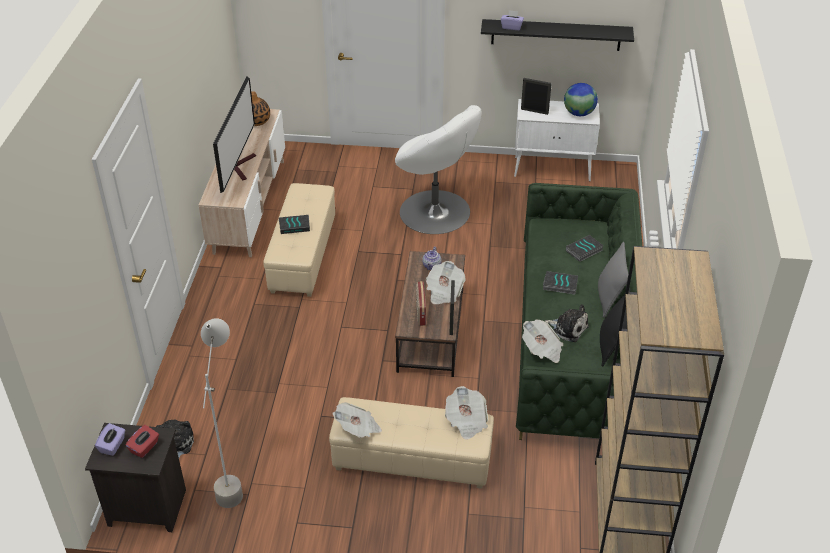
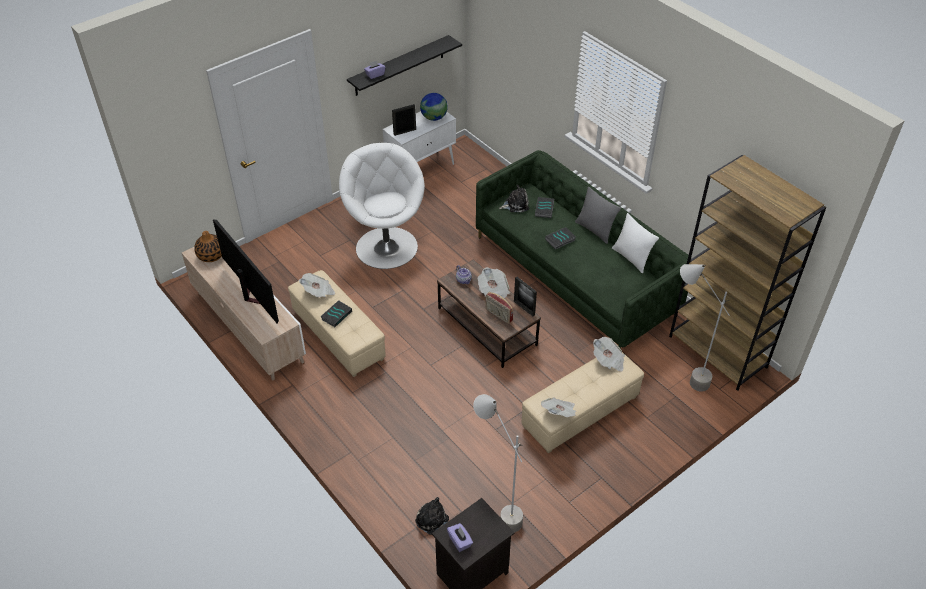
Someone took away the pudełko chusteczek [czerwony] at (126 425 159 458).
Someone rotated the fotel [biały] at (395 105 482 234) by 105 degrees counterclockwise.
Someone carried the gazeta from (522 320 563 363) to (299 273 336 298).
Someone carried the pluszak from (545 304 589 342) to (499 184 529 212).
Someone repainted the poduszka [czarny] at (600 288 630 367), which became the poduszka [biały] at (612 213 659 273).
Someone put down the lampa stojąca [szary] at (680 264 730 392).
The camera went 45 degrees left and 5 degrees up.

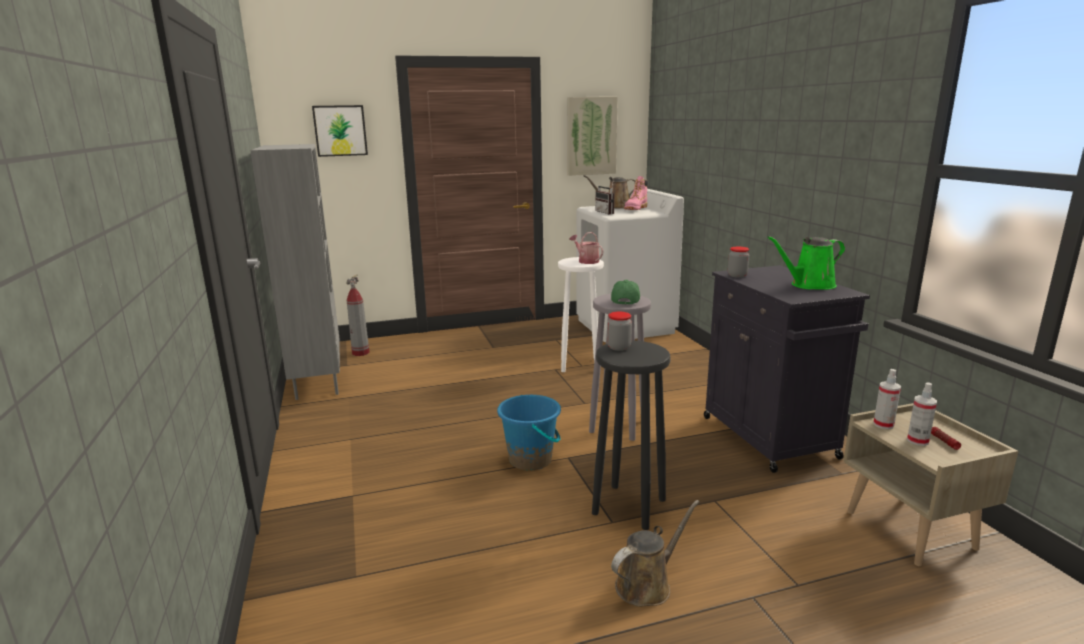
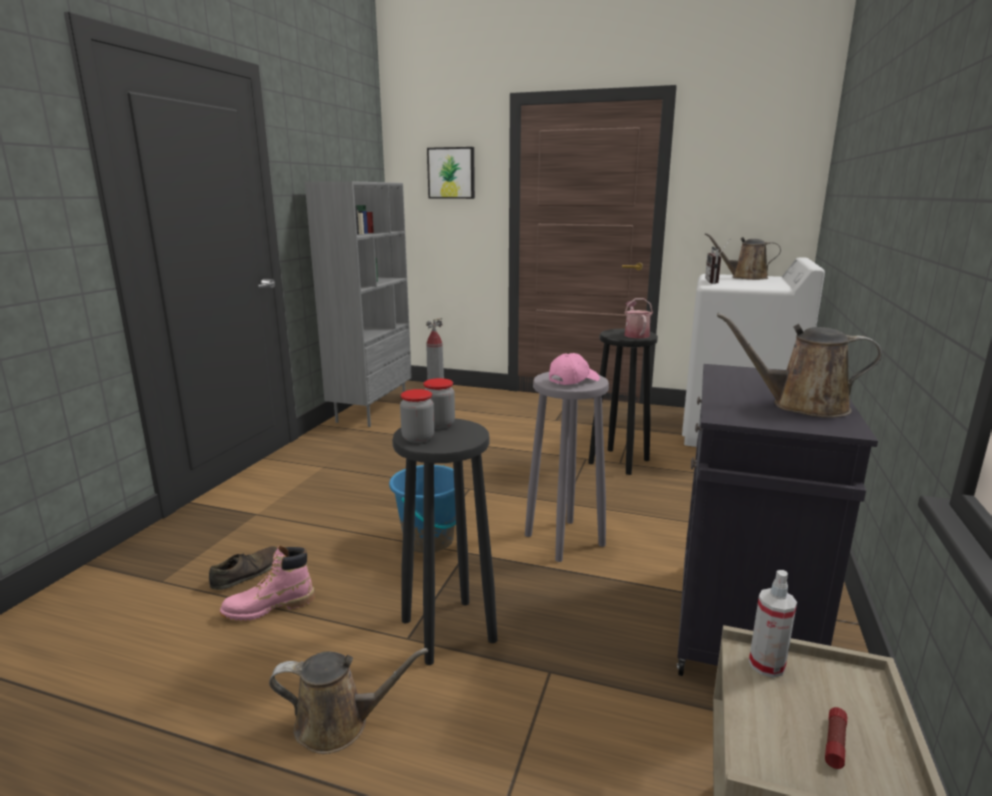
Someone repainted the stołek [biały] at (558 257 604 372), which became the stołek [czarny] at (588 329 658 475).
Someone took away the obraz at (567 97 618 176).
Someone repainted the czapka z daszkiem [zielony] at (611 280 640 305), which became the czapka z daszkiem [różowy] at (549 353 600 385).
Someone carried the but z cholewką [różowy] from (624 176 648 210) to (220 545 315 621).
Someone carried the słoik from (728 247 750 278) to (400 389 435 443).
Someone repainted the konewka [zielony] at (767 236 845 290), which became the konewka [brązowy] at (717 313 882 418).
Someone took away the spryskiwacz at (907 382 937 446).
Someone put down the but [brązowy] at (209 546 277 590).
The camera went 35 degrees right and 0 degrees up.

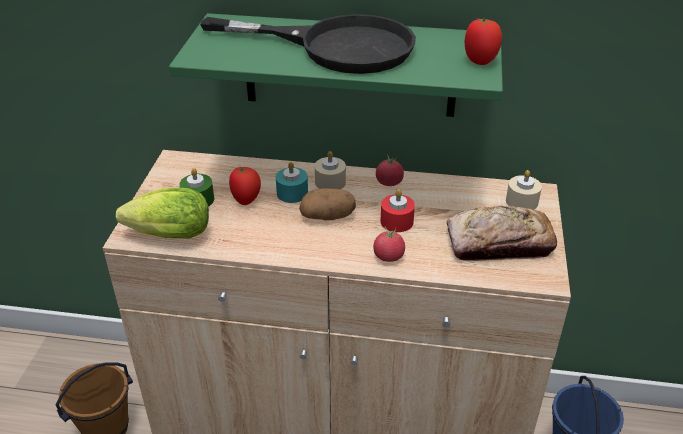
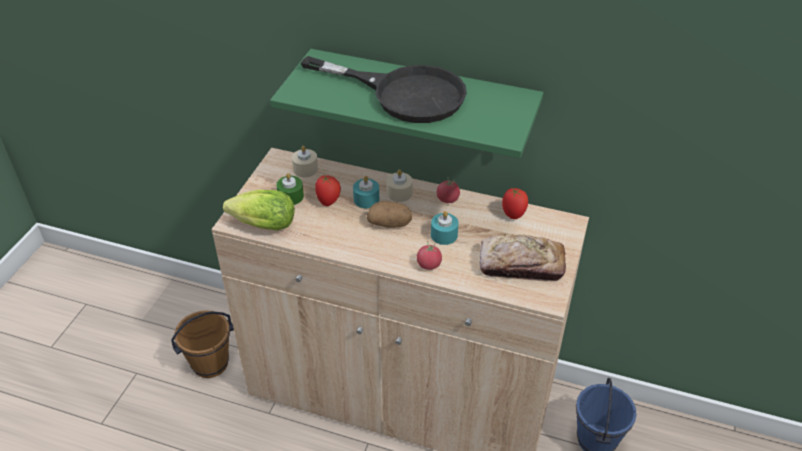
Someone repainted the świeca [czerwony] at (380 189 415 232), which became the świeca [turkusowy] at (431 211 459 245).
Someone carried the pomidor from (465 18 502 65) to (502 187 528 219).
Someone carried the świeca [beżowy] from (506 170 542 210) to (292 146 318 177).
The camera went 10 degrees right and 5 degrees up.

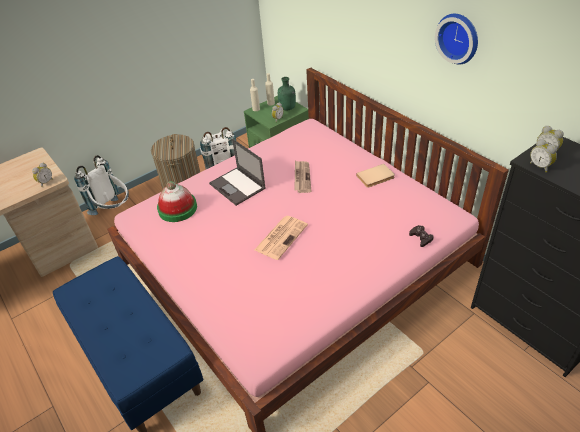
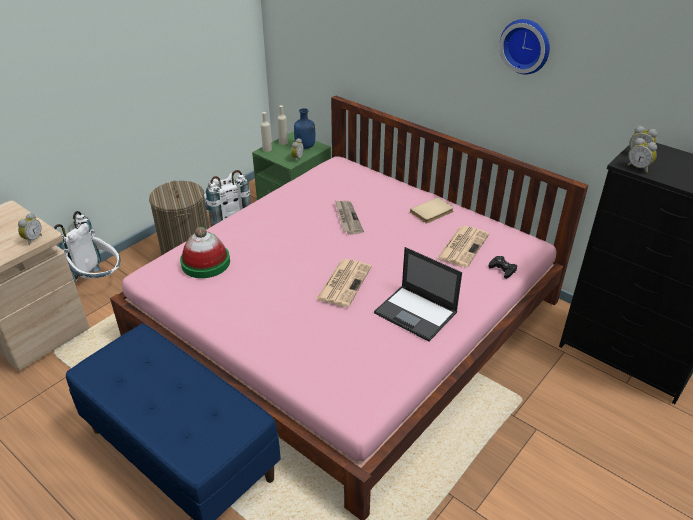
Someone carried the laptop from (209 139 266 206) to (374 247 462 341).
Someone repainted the butelka [zielony] at (278 77 296 110), which became the butelka [niebieski] at (294 108 315 149).
Someone put down the gazeta at (437 226 489 268).
The camera went 15 degrees left and 5 degrees down.

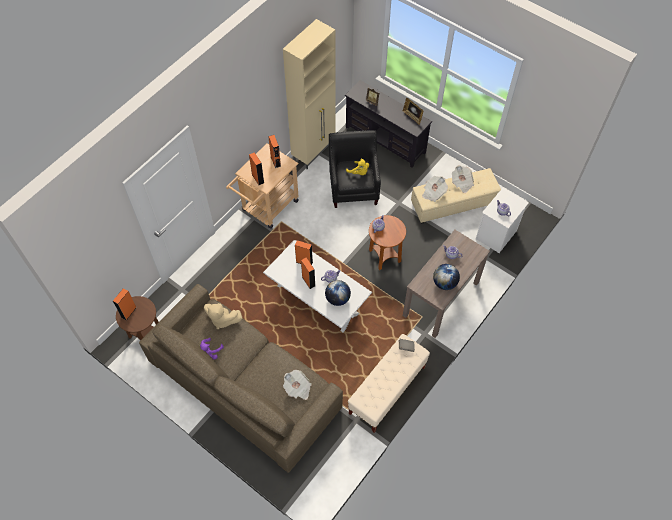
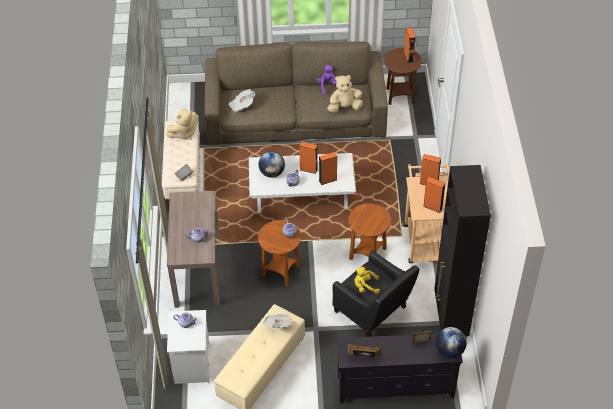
Someone repainted the szafka [beżowy] at (283 19 336 169), which became the szafka [czarny] at (434 165 491 339).
Someone carried the globus from (433 264 460 290) to (435 327 467 358).
Someone took away the gazeta at (452 165 474 193).
Someone put down the pluszak [beżowy] at (166 109 199 140).
Someone put down the stolik [brązowy] at (348 203 391 260).
The camera went 140 degrees right and 10 degrees down.

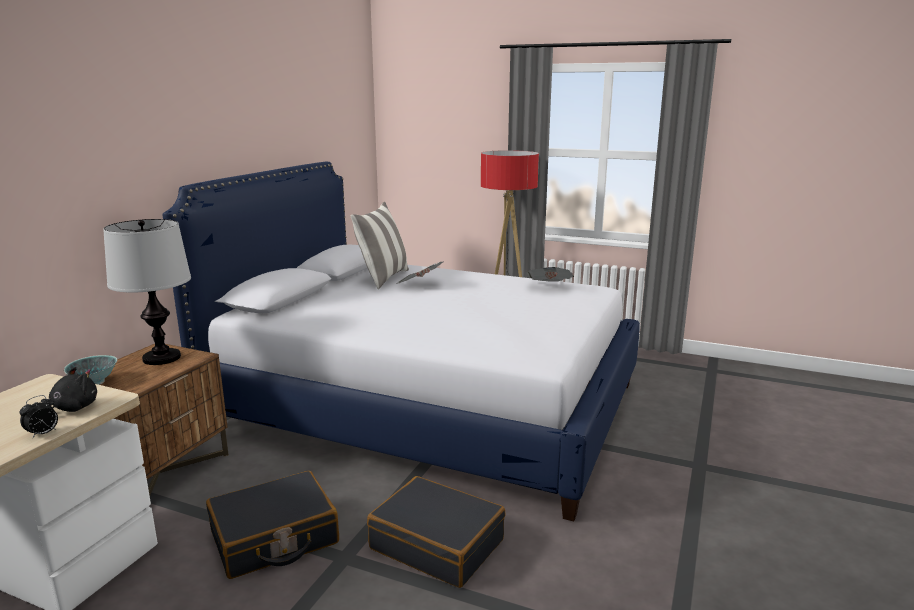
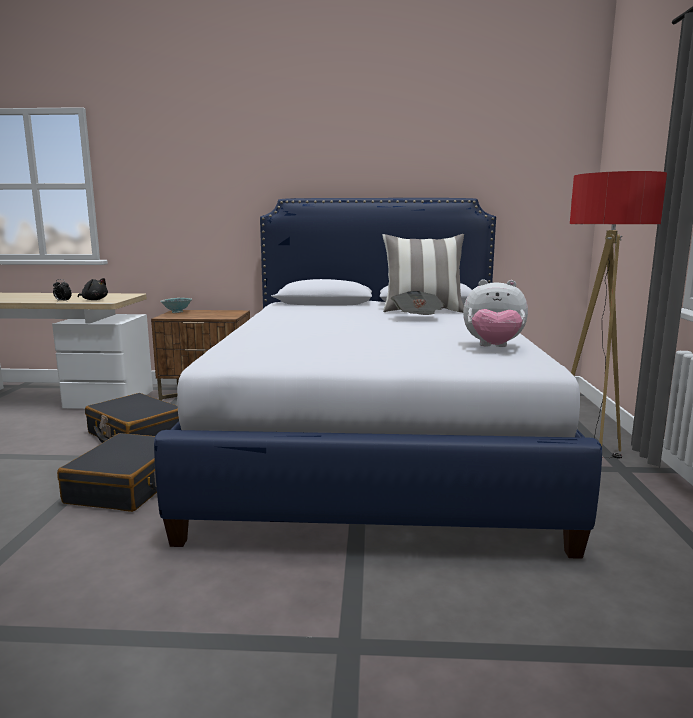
Someone took away the lampa stołowa at (103 219 191 365).
Someone swapped the gazeta at (526 267 574 282) for the pluszak at (463 279 528 347).
The camera went 70 degrees right and 5 degrees down.

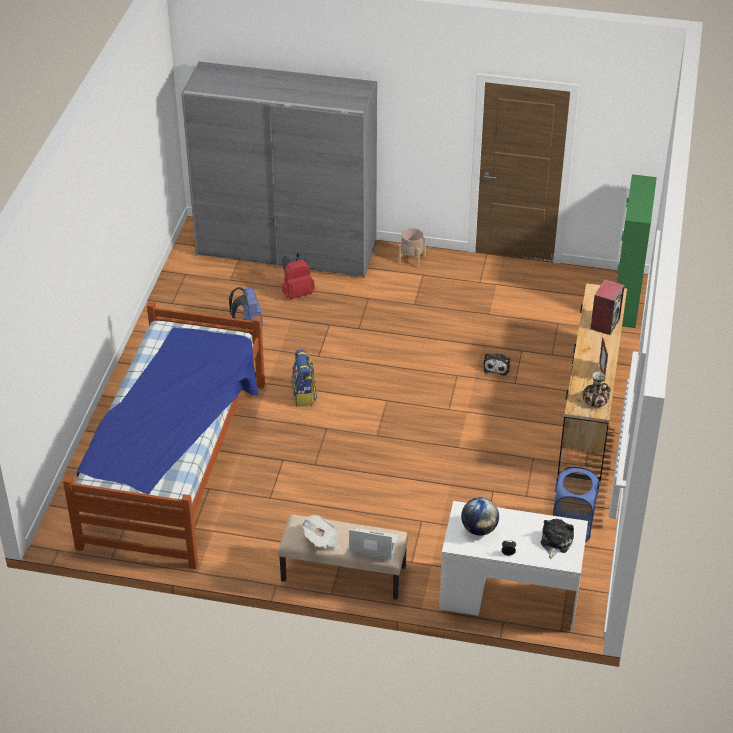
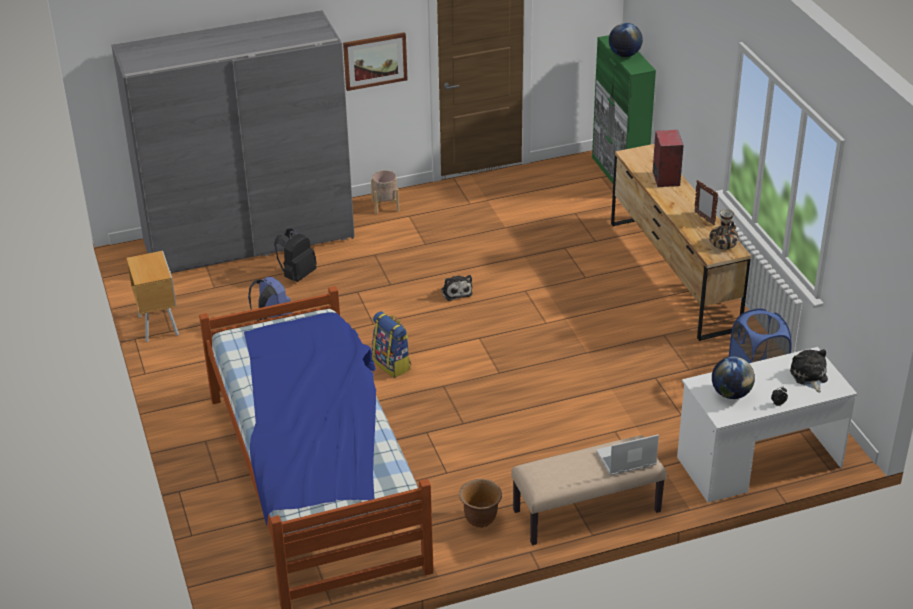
Someone repainted the plecak [czerwony] at (282 253 315 299), which became the plecak [czarny] at (274 228 317 282).
Someone took away the gazeta at (301 515 340 549).
Someone carried the pluszak from (483 353 510 376) to (441 275 472 301).
Someone put down the szafka nocna [brązowy] at (127 251 179 342).
Someone put up the obraz at (343 32 408 91).
Someone put down the donica [brązowy] at (459 479 502 528).
Someone put down the globus at (609 23 643 57).
The camera went 30 degrees left and 5 degrees down.

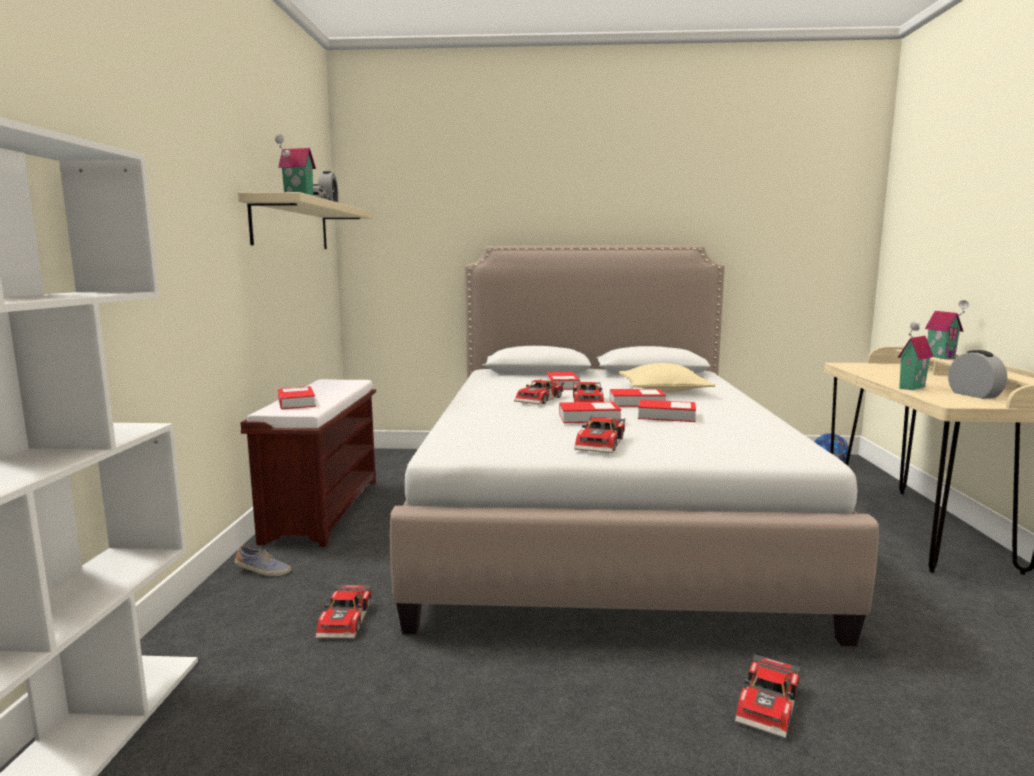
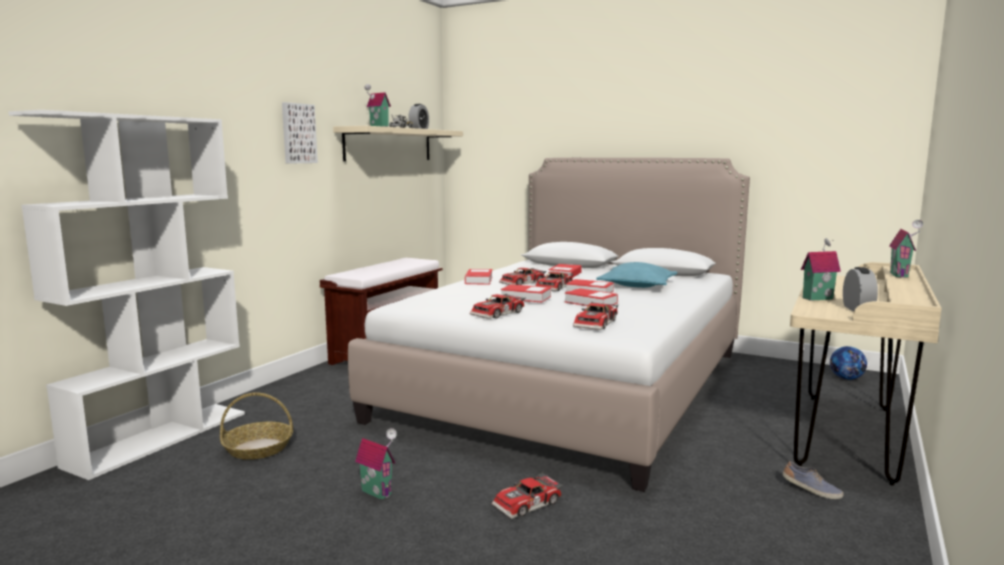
Someone carried the but from (235 546 291 576) to (782 461 844 499).
Someone carried the książka from (278 386 316 409) to (465 269 492 284).
Someone carried the samochodzik from (315 584 372 639) to (573 302 618 330).
Someone repainted the poduszka [beżowy] at (619 363 715 393), which became the poduszka [turkusowy] at (596 262 678 288).
Someone put down the koszyk at (220 392 293 460).
Someone put up the obraz at (282 102 318 163).
Someone put down the domek at (355 428 397 500).
The camera went 25 degrees right and 0 degrees up.

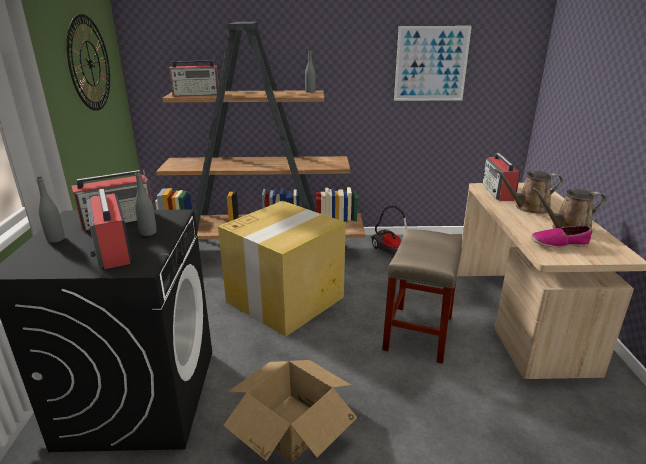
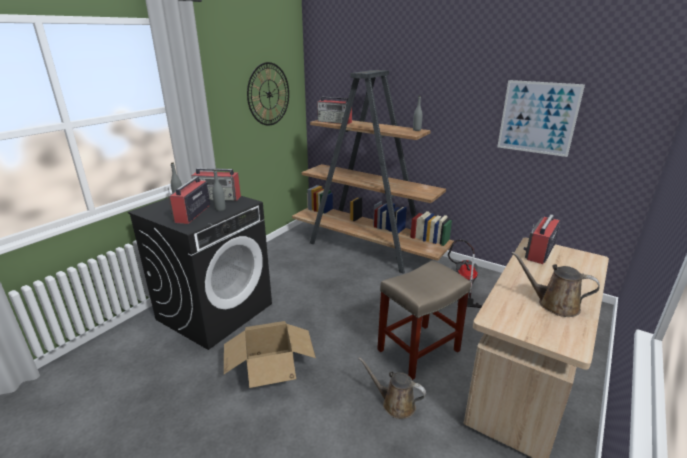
Someone took away the karton at (218 201 346 337).
Someone carried the konewka [brązowy] from (495 169 563 214) to (358 357 426 419).
Someone took away the but at (531 226 592 248).
The camera went 35 degrees right and 0 degrees up.

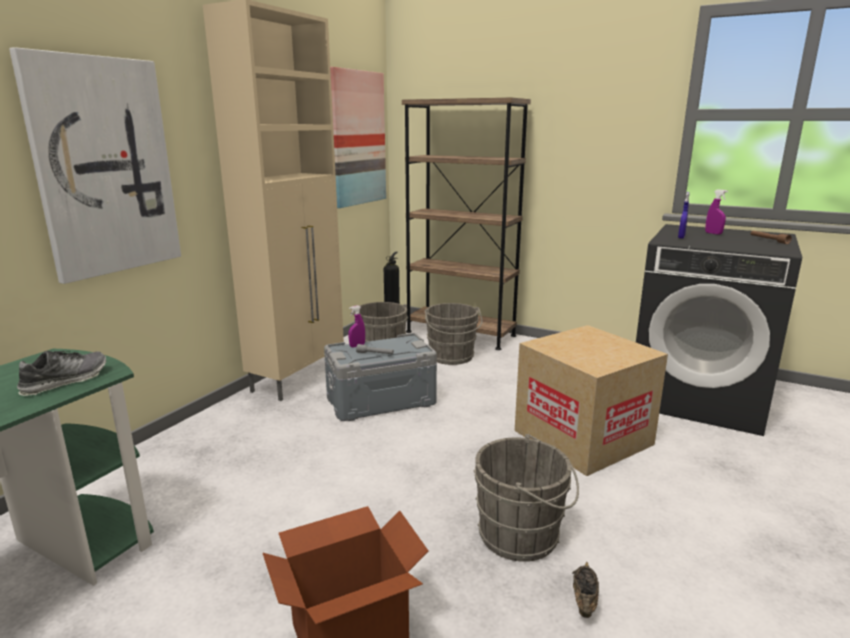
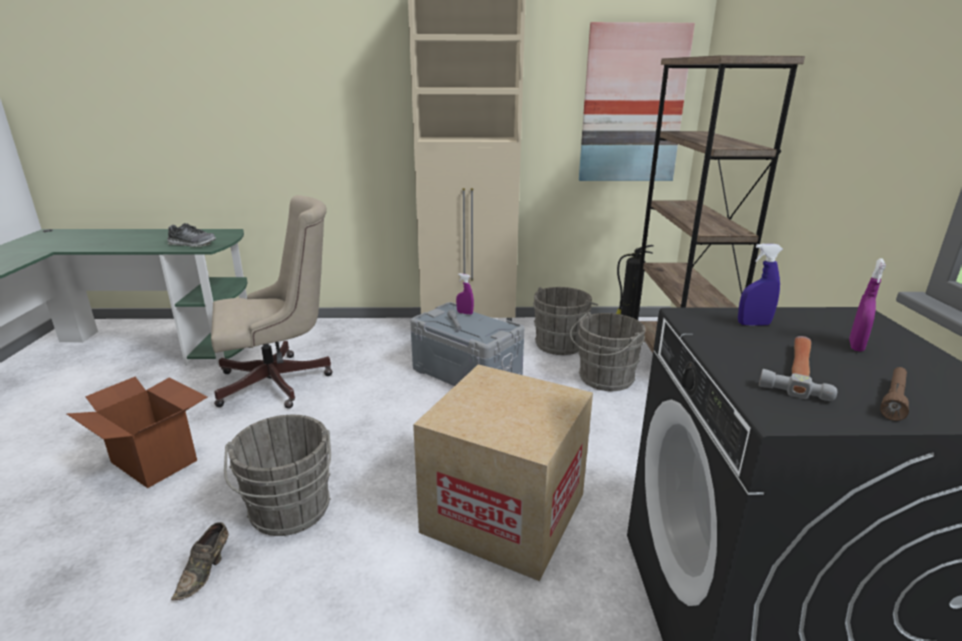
Someone took away the obraz at (9 47 181 284).
Someone rotated the but [brązowy] at (572 562 599 618) by 120 degrees clockwise.
Someone put down the krzesło biurowe [beżowy] at (211 195 333 409).
Someone put down the młotek at (759 336 837 401).
The camera went 60 degrees right and 5 degrees up.

